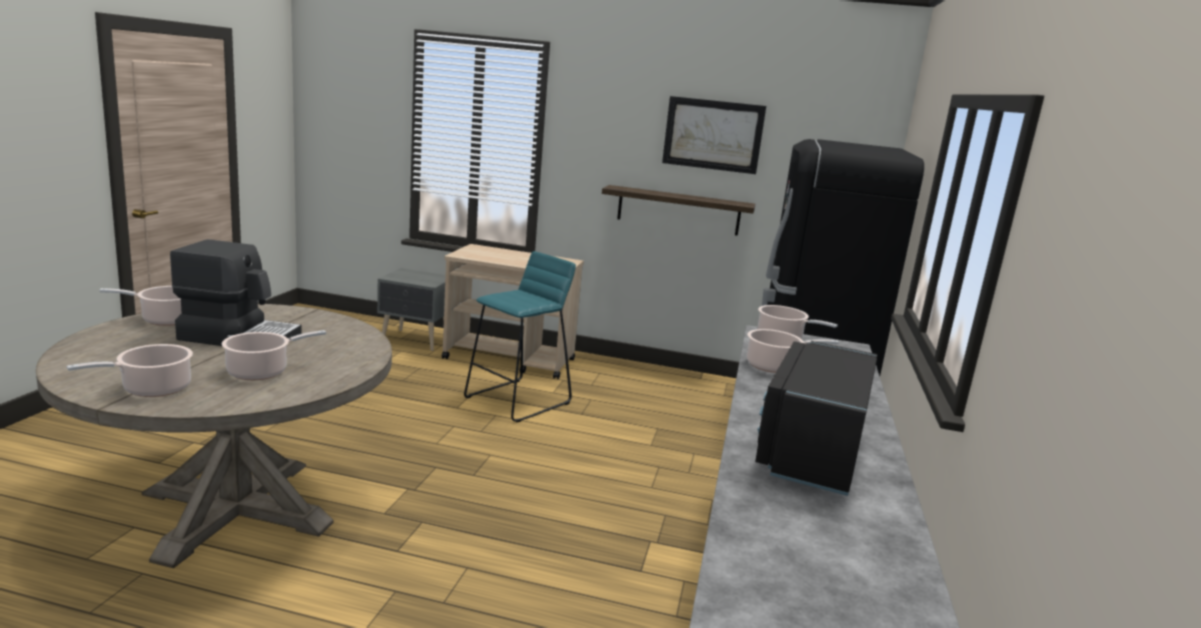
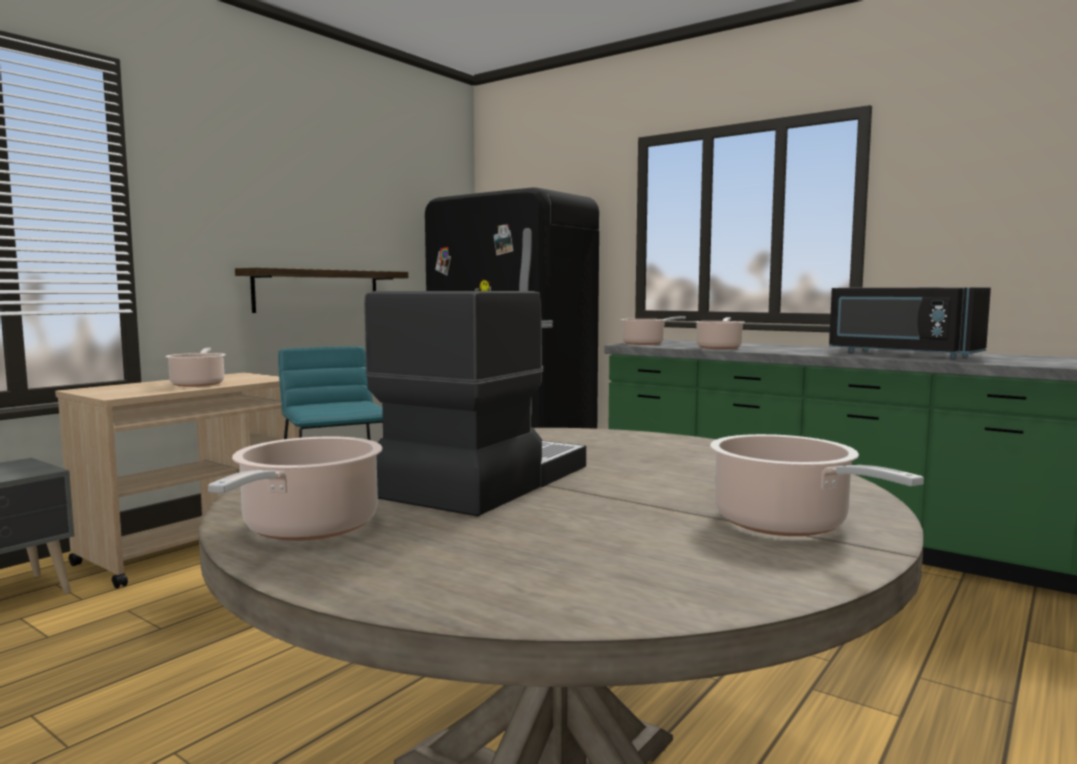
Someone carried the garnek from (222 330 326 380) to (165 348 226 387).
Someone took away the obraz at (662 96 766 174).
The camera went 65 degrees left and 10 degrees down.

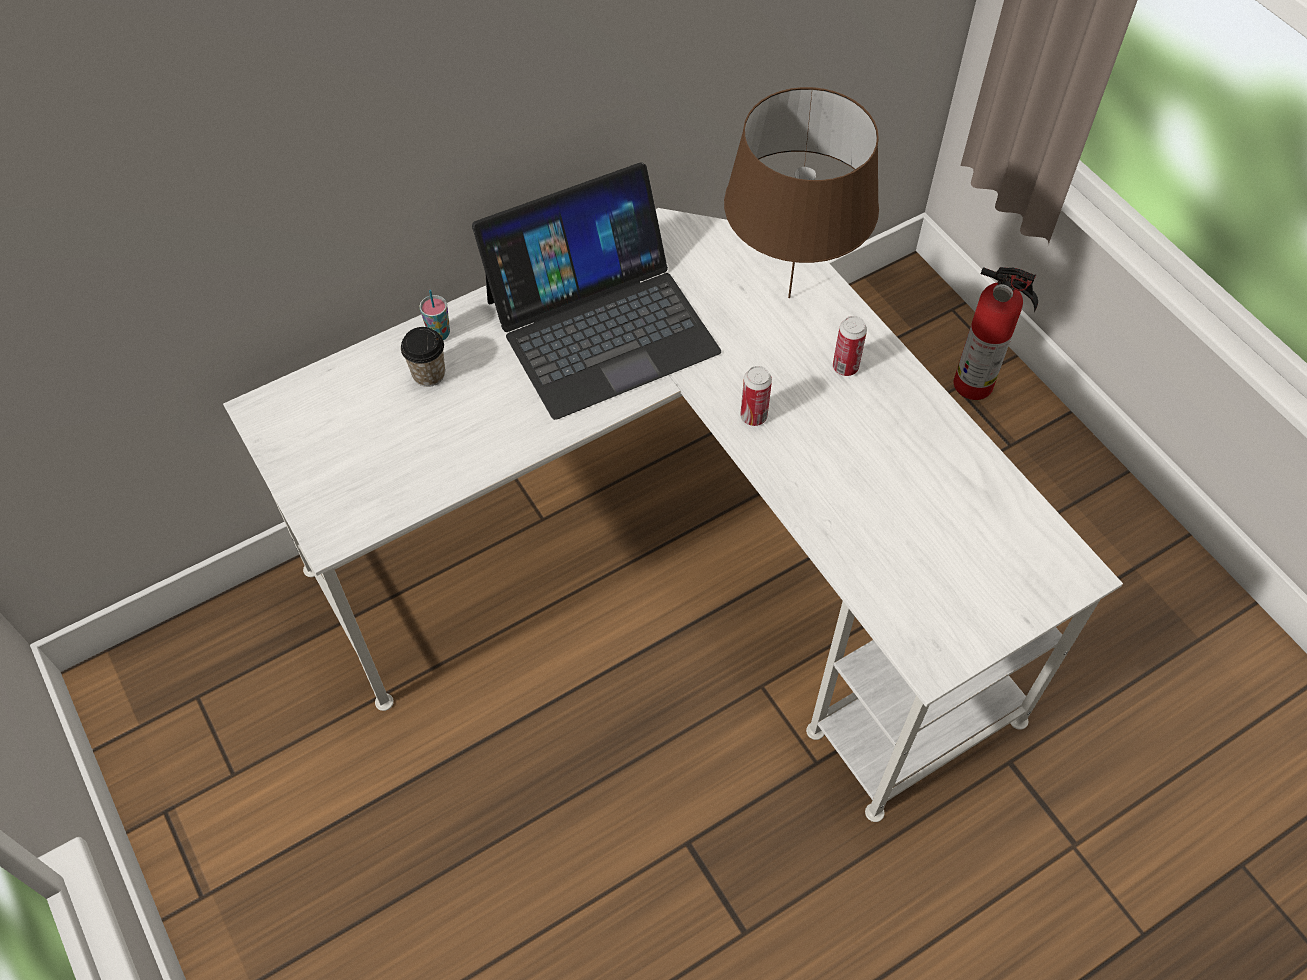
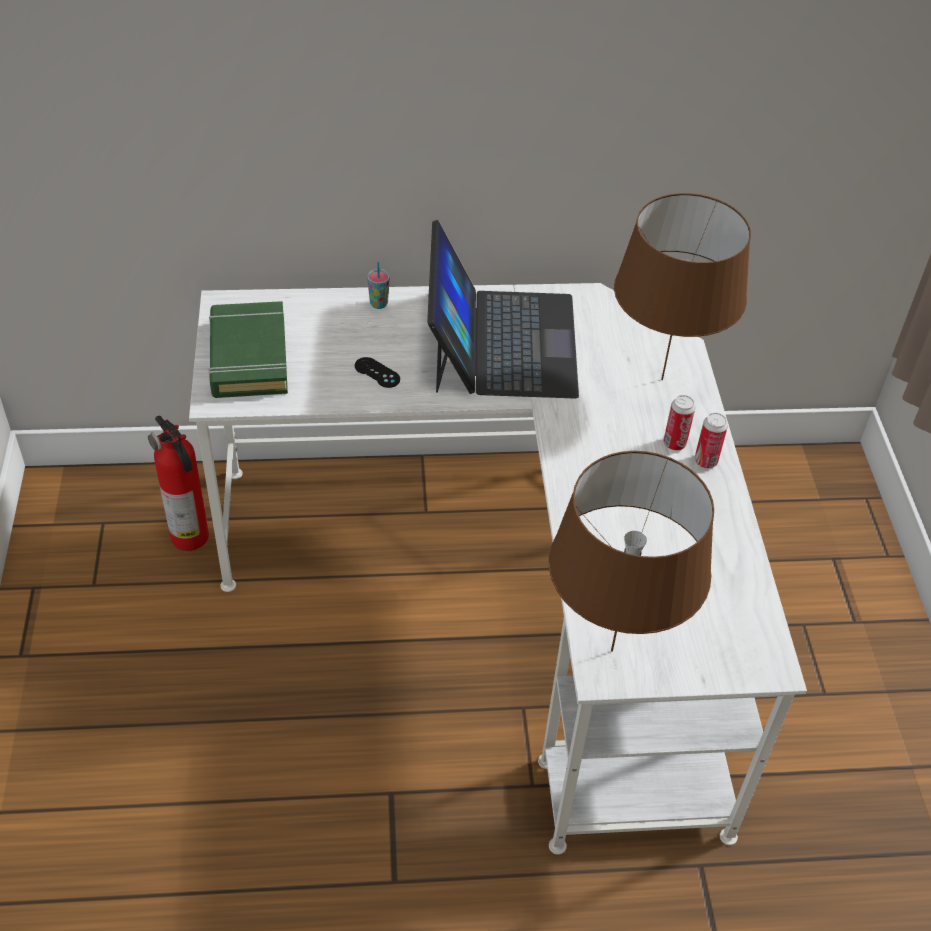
Someone took away the filiżanka at (401 327 445 387).
Someone rotated the laptop at (472 162 721 420) by 90 degrees counterclockwise.
Someone carried the puszka from (740 366 772 426) to (695 413 728 468).
Someone carried the gaśnica from (954 267 1038 400) to (148 416 209 551).
Someone put down the książka [zielony] at (208 301 288 398).
Someone put down the pad do gier [czarny] at (355 357 400 388).
Someone put down the lampa stołowa [brązowy] at (549 451 714 652).
The camera went 25 degrees right and 10 degrees down.

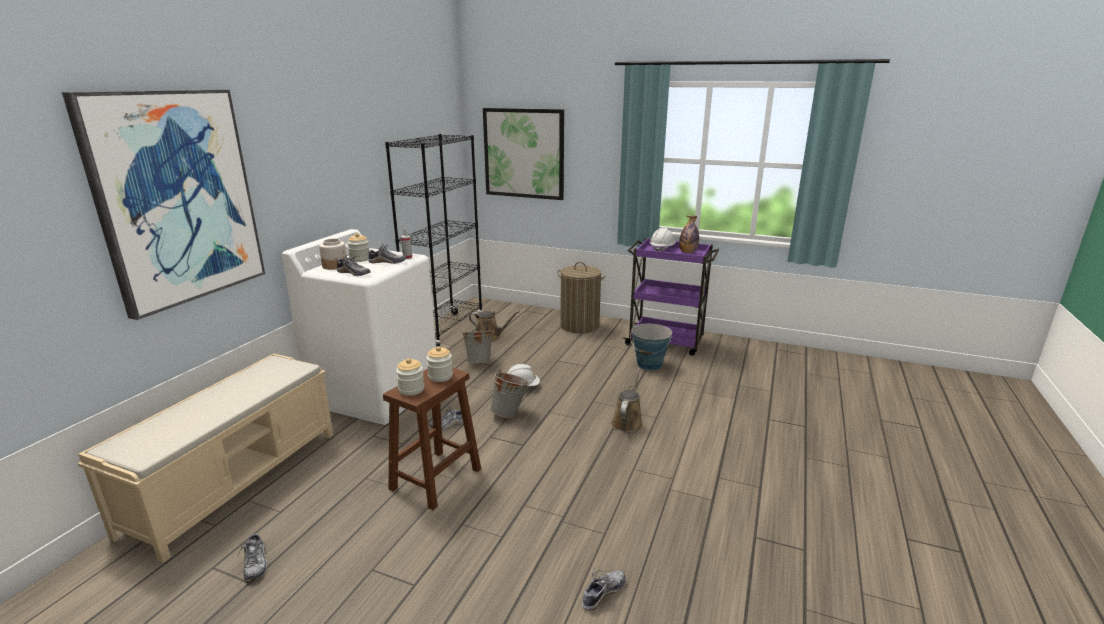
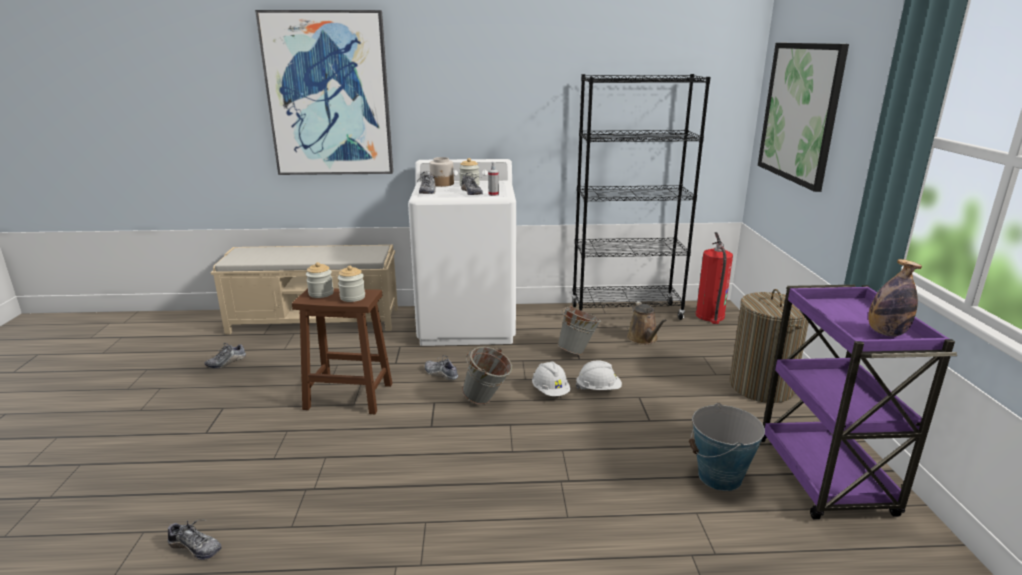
Someone took away the konewka [brązowy] at (611 368 643 433).
Someone carried the kask [biały] from (650 228 676 251) to (576 361 622 390).
Someone put down the gaśnica at (696 232 733 324).
The camera went 65 degrees right and 0 degrees up.

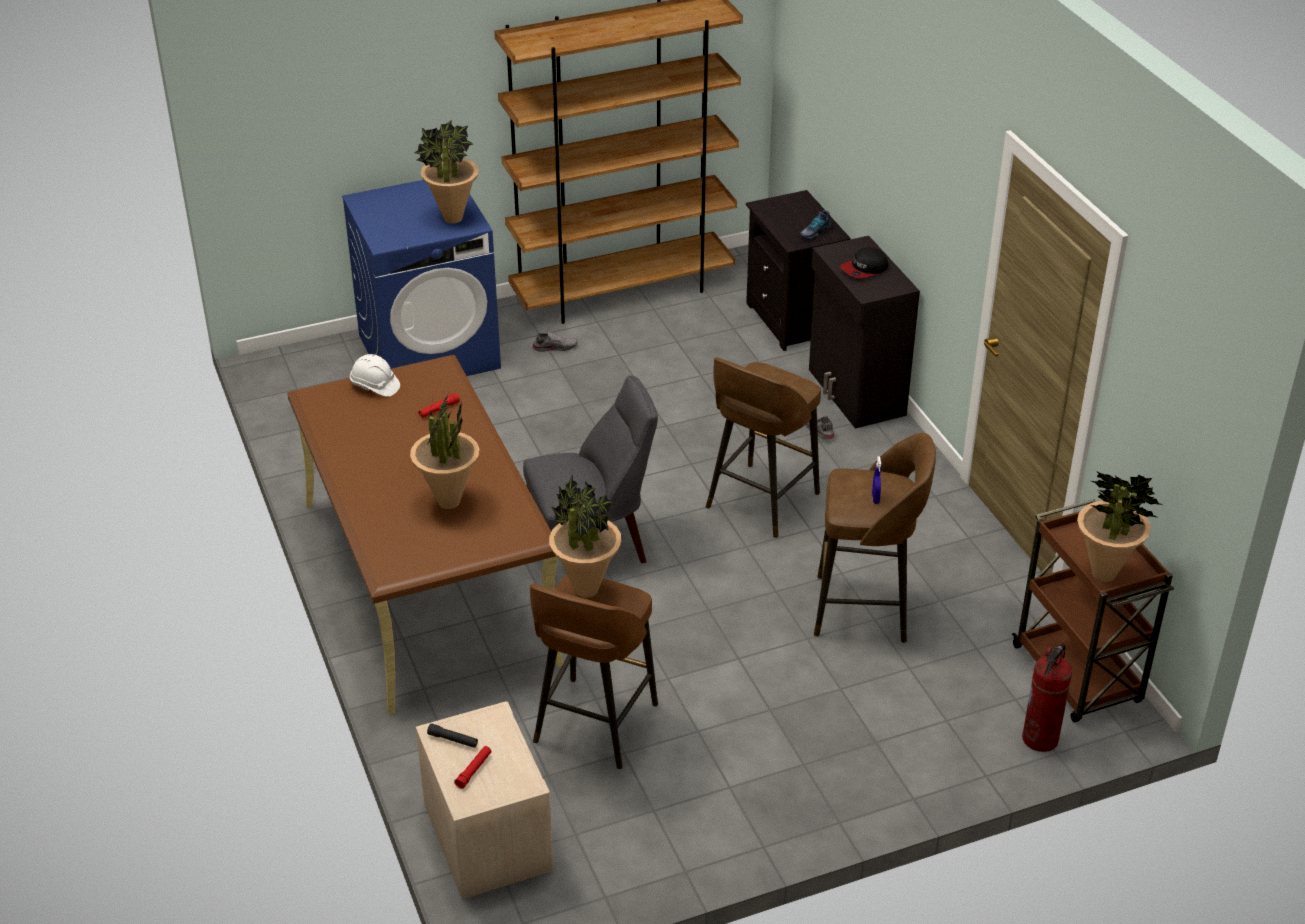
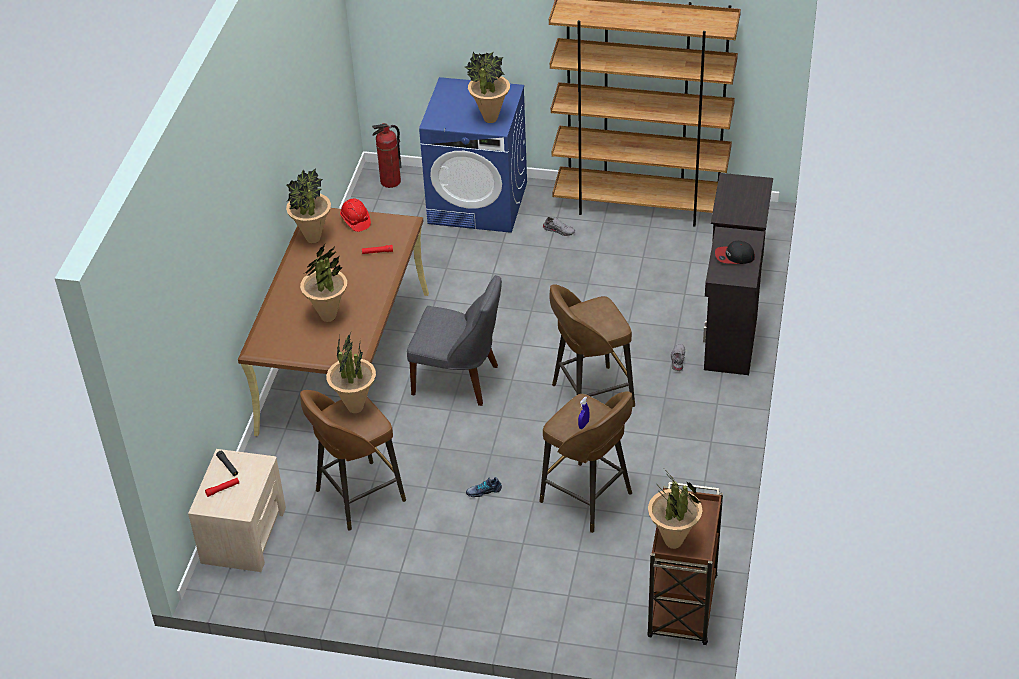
Someone repainted the kask [biały] at (350 354 400 397), which became the kask [czerwony] at (340 199 371 232).
Someone carried the but from (800 210 831 240) to (466 477 502 497).
Someone carried the gaśnica from (1022 644 1072 752) to (372 123 402 188).
Someone put down the roślina doniczkowa at (286 168 331 243).
The camera went 35 degrees right and 5 degrees up.

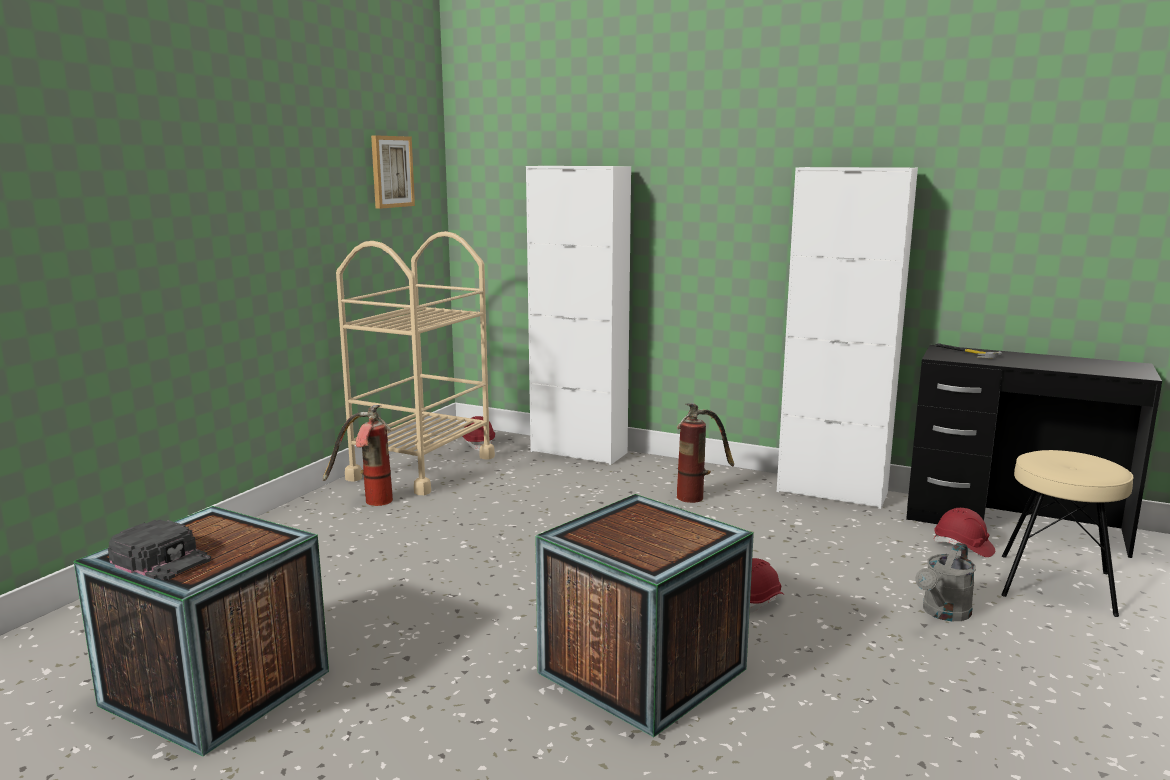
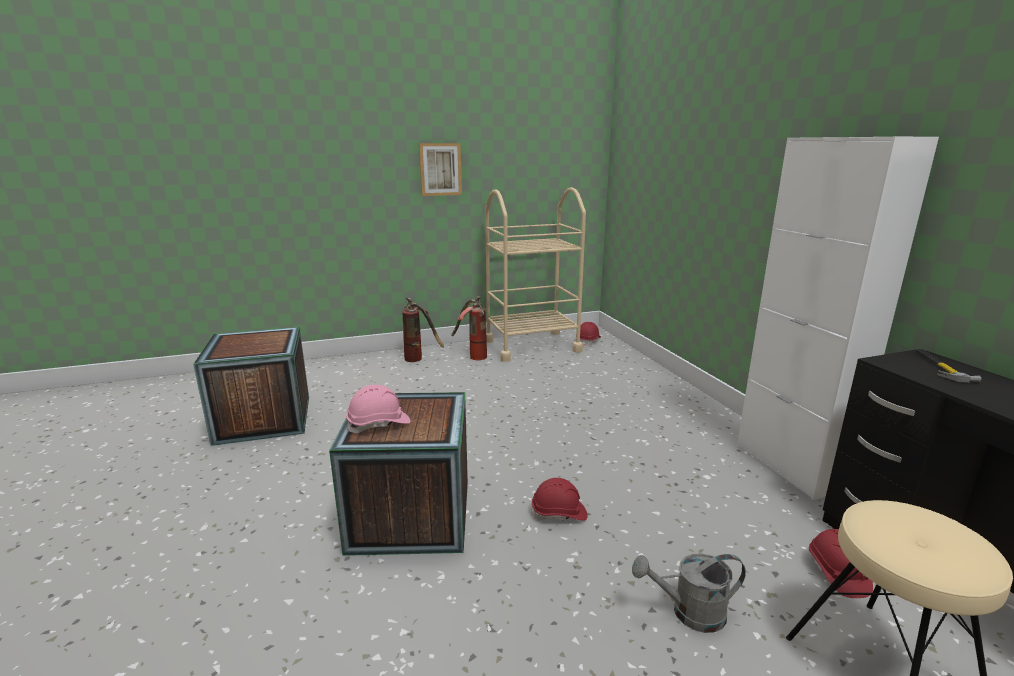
Someone took away the czapka z daszkiem [czarny] at (108 520 211 580).
Someone carried the obraz from (371 135 415 209) to (419 143 462 196).
Someone took away the szafka [biały] at (526 166 631 465).
Someone carried the gaśnica from (677 403 734 503) to (403 297 444 362).
Someone put down the kask [różowy] at (346 385 410 433).
The camera went 45 degrees right and 5 degrees up.

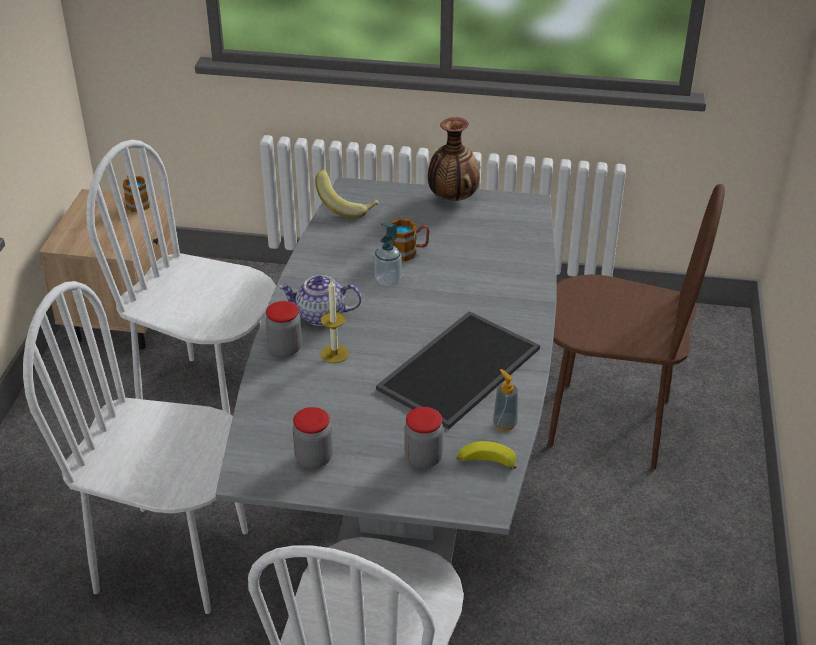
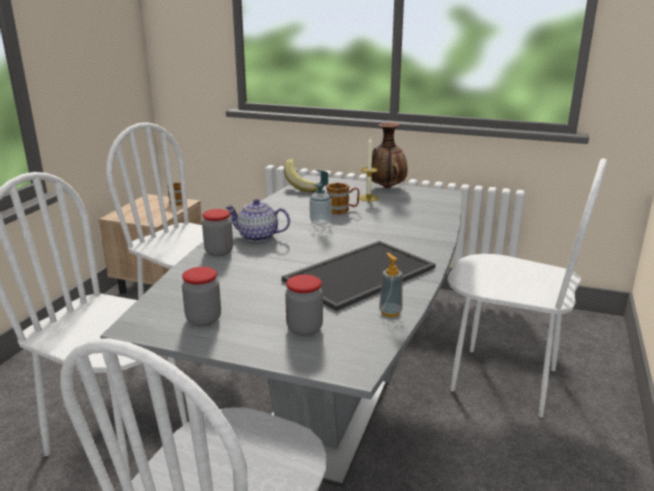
Someone carried the świeca from (321 280 349 363) to (359 136 378 202).
Someone took away the banan at (456 441 516 469).
Someone repainted the krzesło [brązowy] at (548 184 725 469), which became the krzesło [biały] at (448 158 607 418).
The camera went 10 degrees right and 15 degrees down.

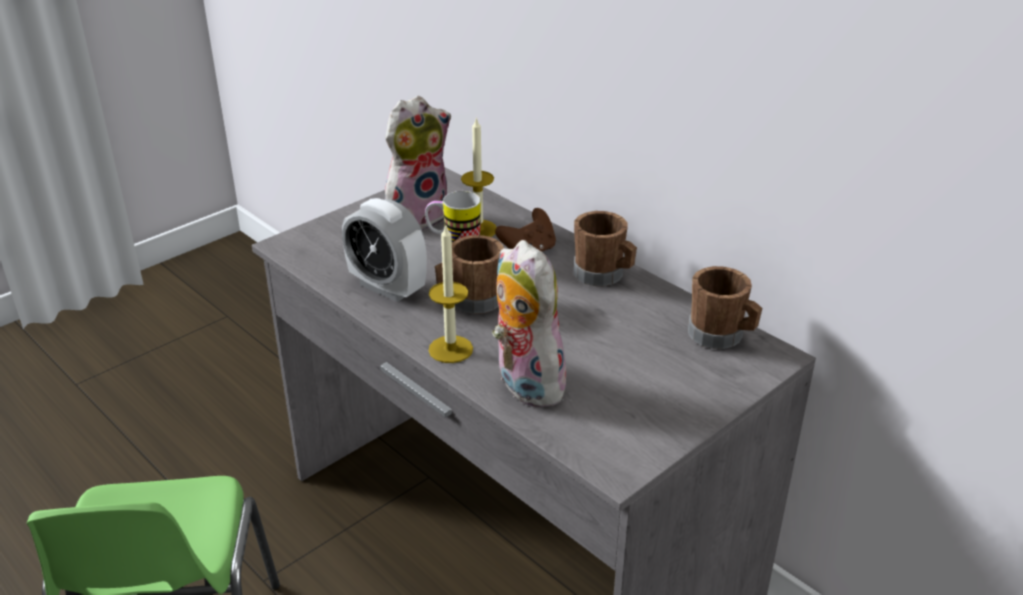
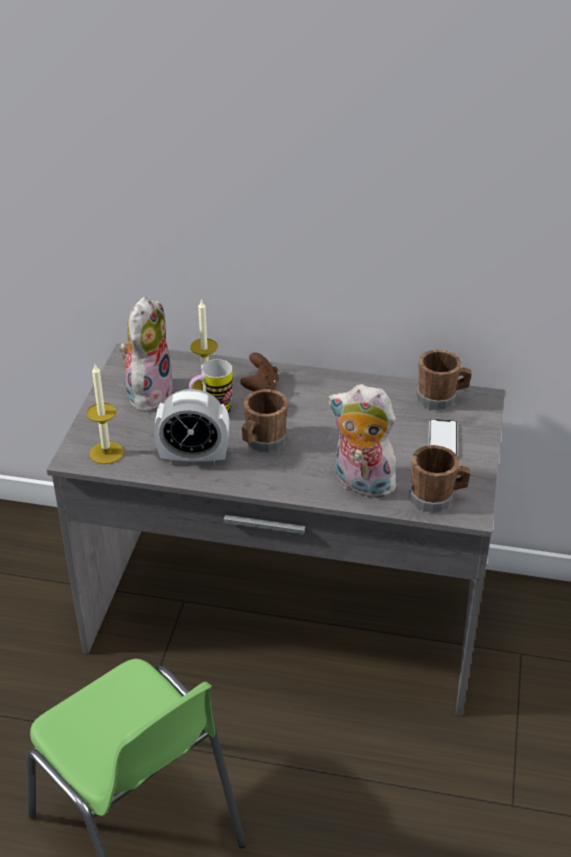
Someone carried the świeca from (429 226 473 363) to (87 365 124 464).
Someone carried the kubek [brązowy] from (574 211 637 286) to (409 445 470 513).
Someone put down the telefon at (428 419 458 456).
The camera went 35 degrees left and 5 degrees up.

